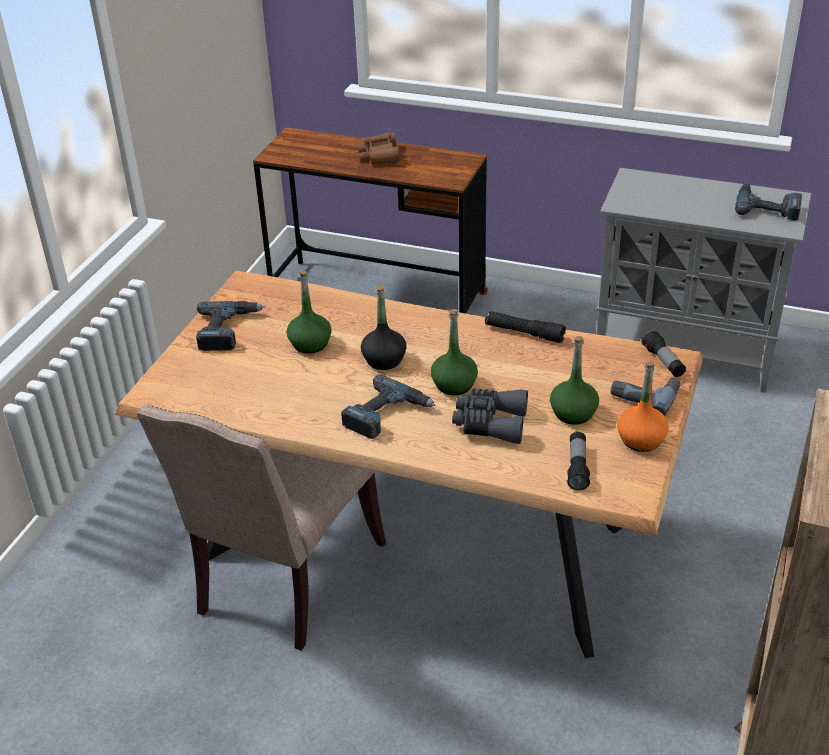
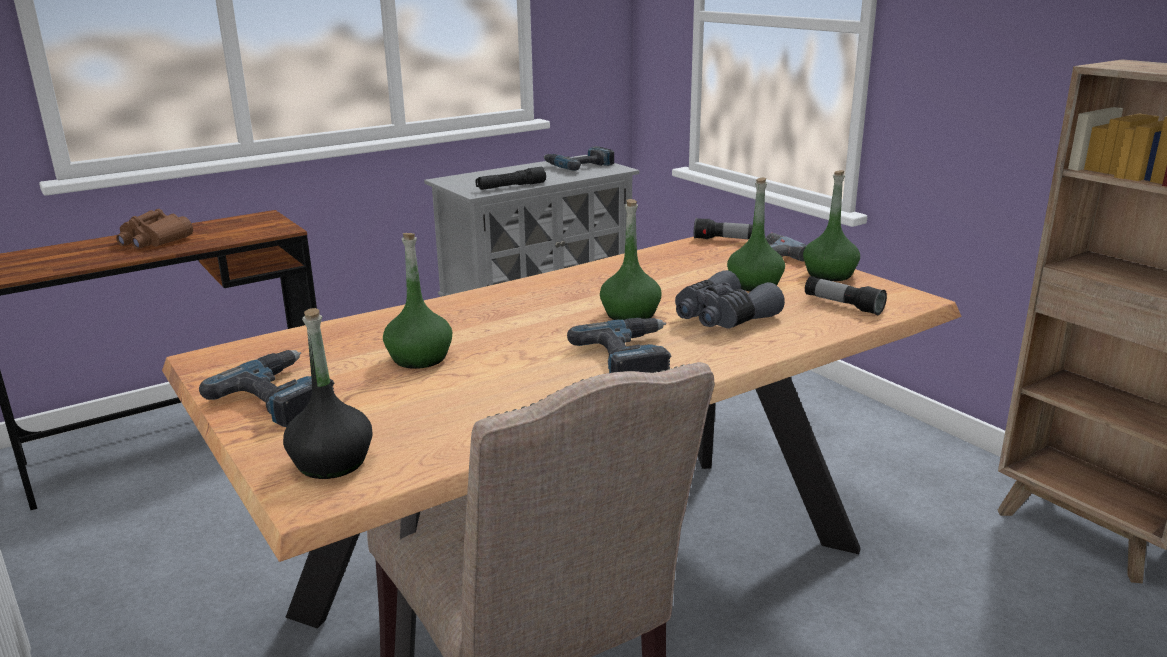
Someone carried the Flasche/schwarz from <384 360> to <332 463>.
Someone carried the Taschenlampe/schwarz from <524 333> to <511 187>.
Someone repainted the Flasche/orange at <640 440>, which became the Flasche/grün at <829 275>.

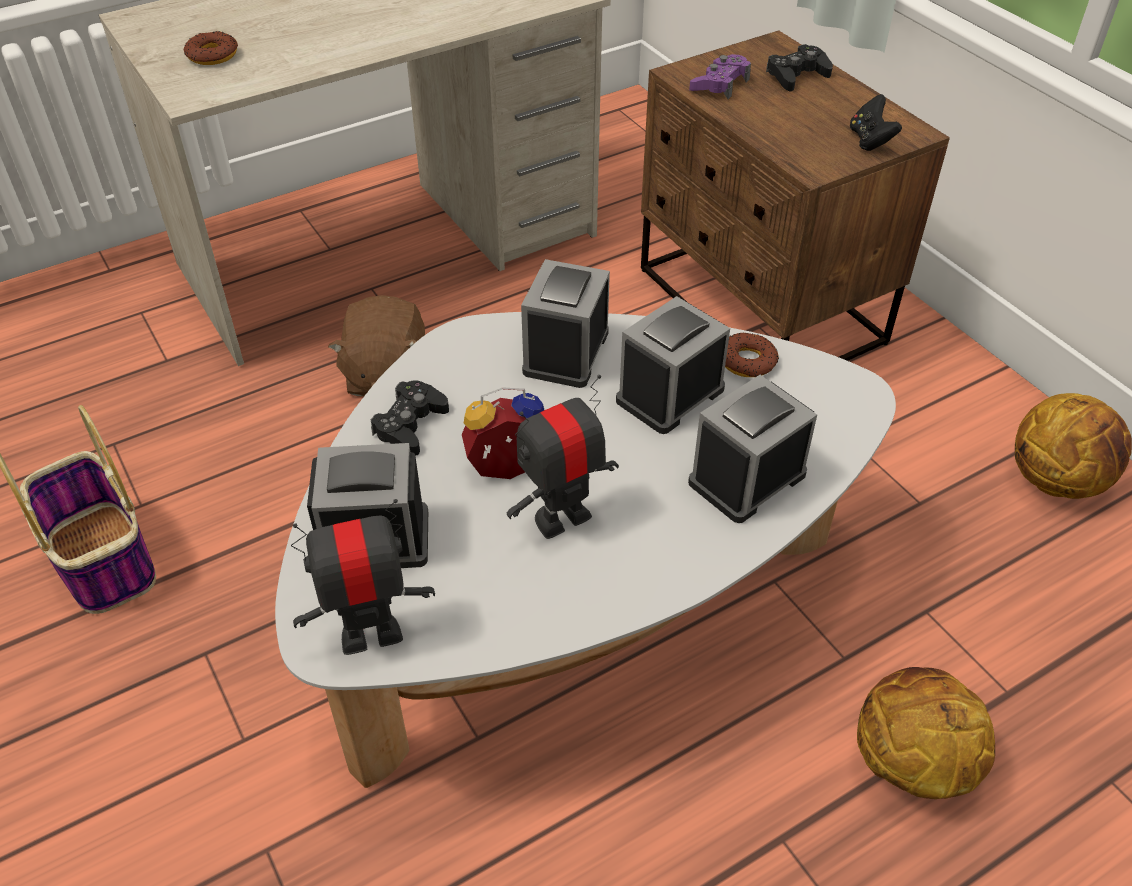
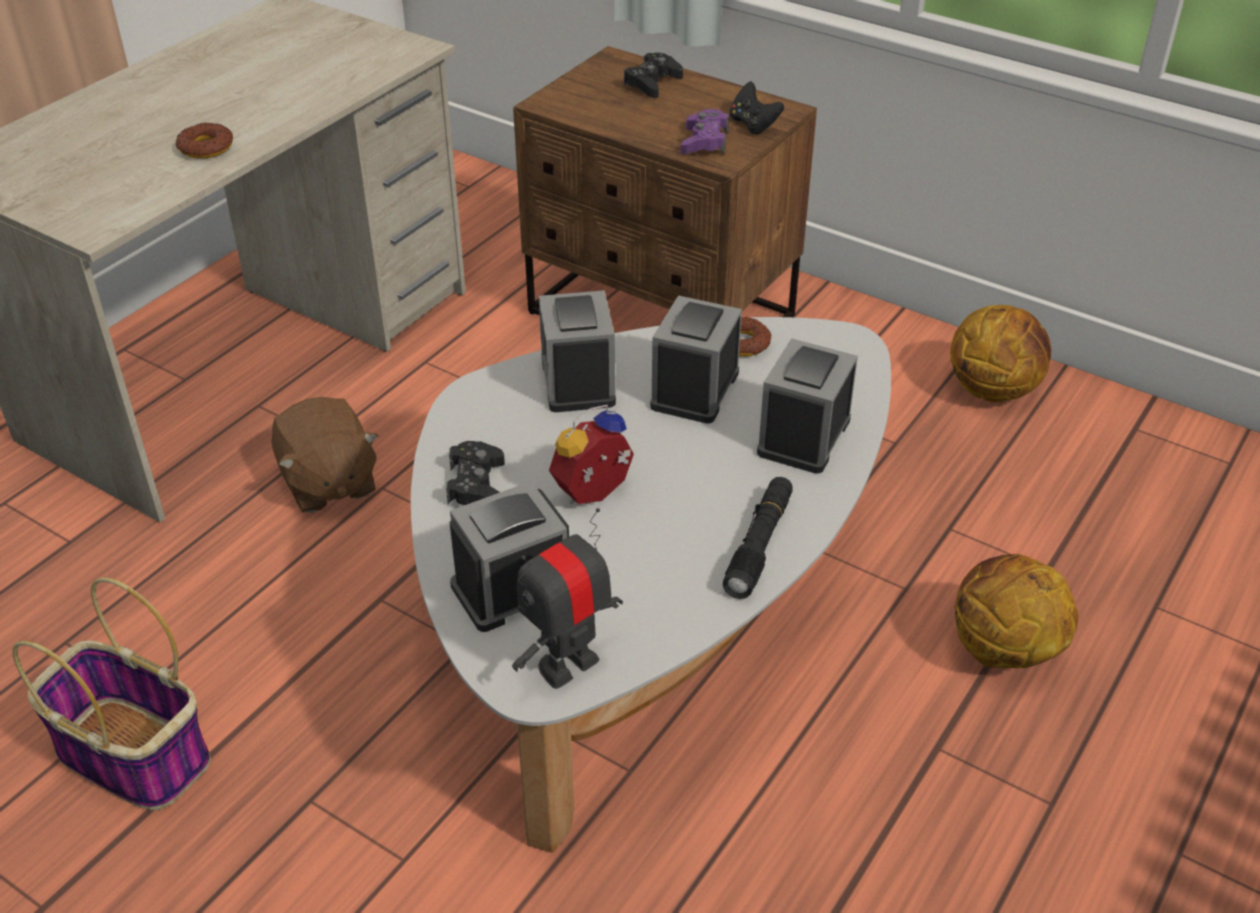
Someone took away the Spielzeugroboter at <562 518>.
Someone put down the Taschenlampe/schwarz at <759 545>.
Someone carried the Donut from <212 55> to <206 148>.
Someone carried the Gamepad/lila from <720 84> to <704 141>.

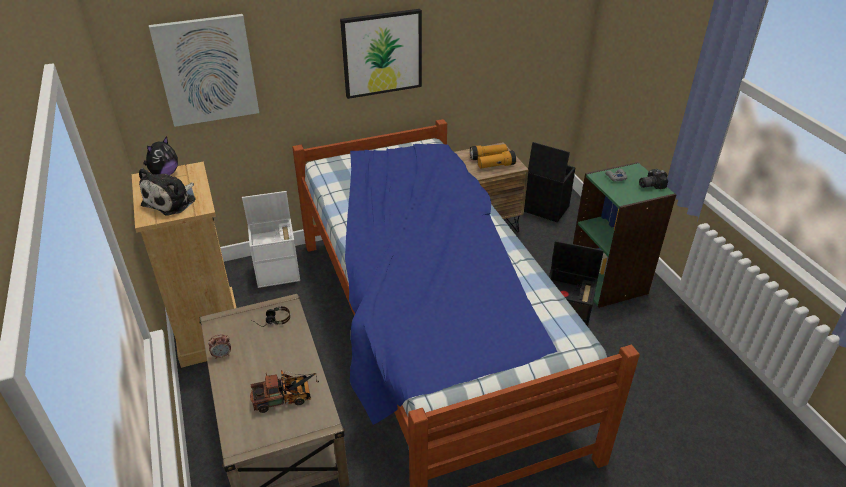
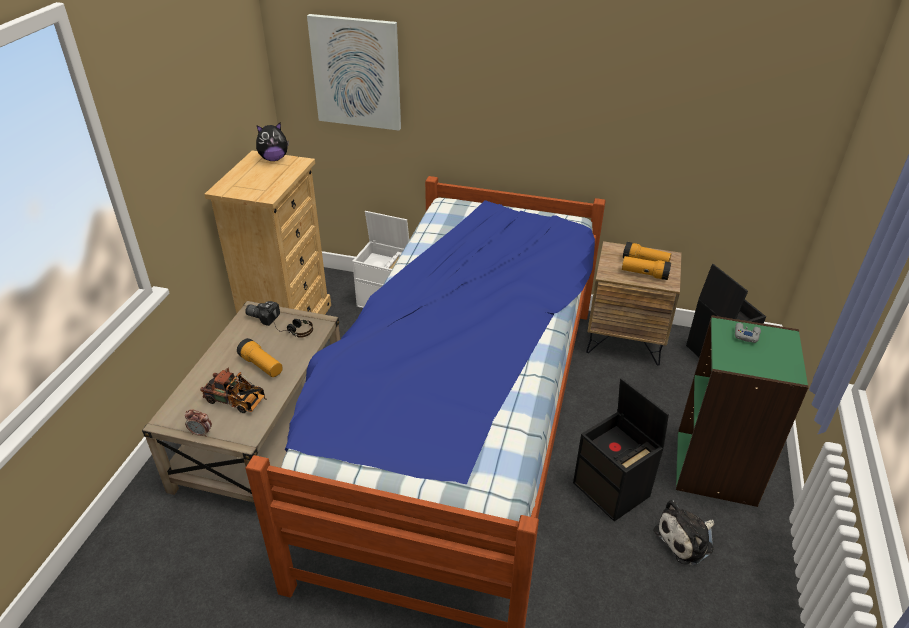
Someone took away the Bild at <382 53>.
Someone put down the Taschenlampe at <261 365>.
Someone carried the Plüschtier from <172 201> to <686 539>.
Someone carried the Wecker from <222 355> to <201 433>.
Someone carried the Kamera from <650 184> to <263 316>.

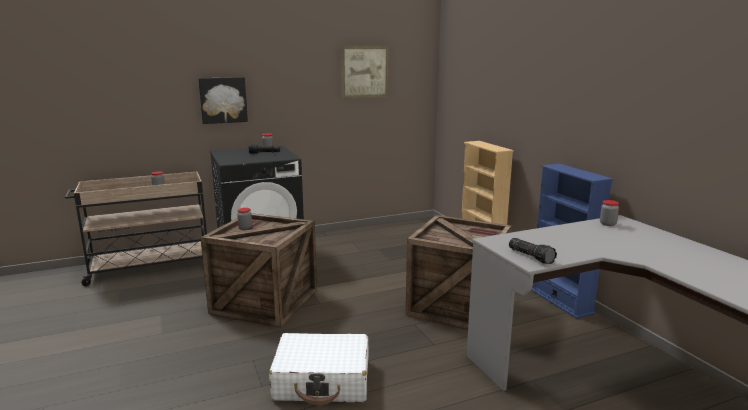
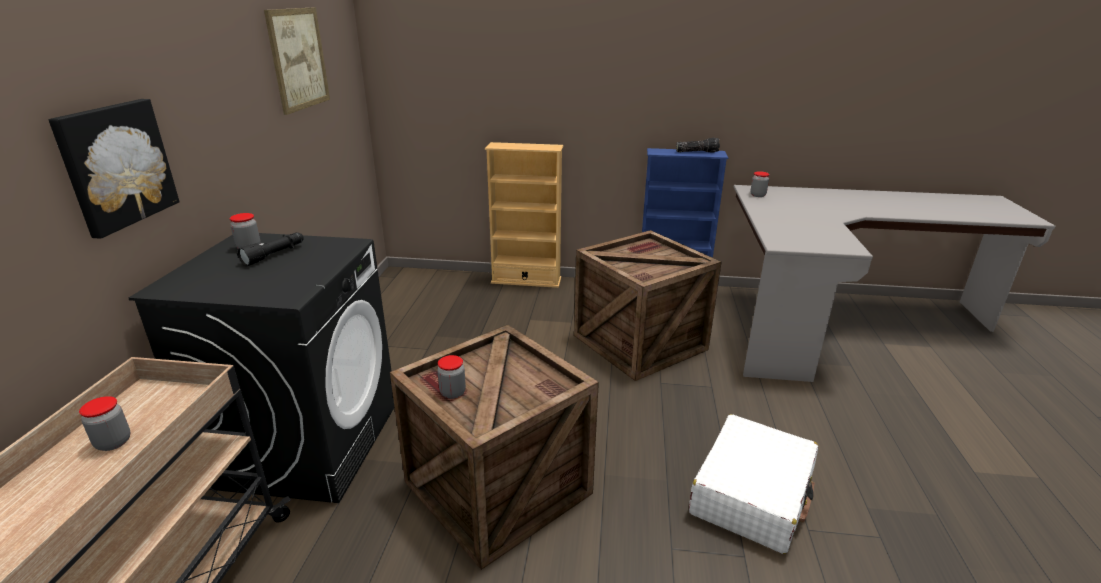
Someone carried the Taschenlampe from <531 256> to <697 152>.

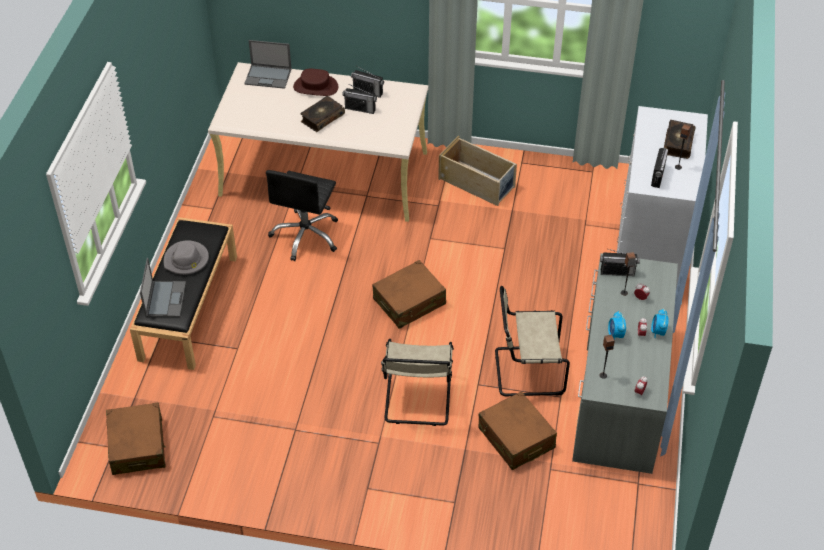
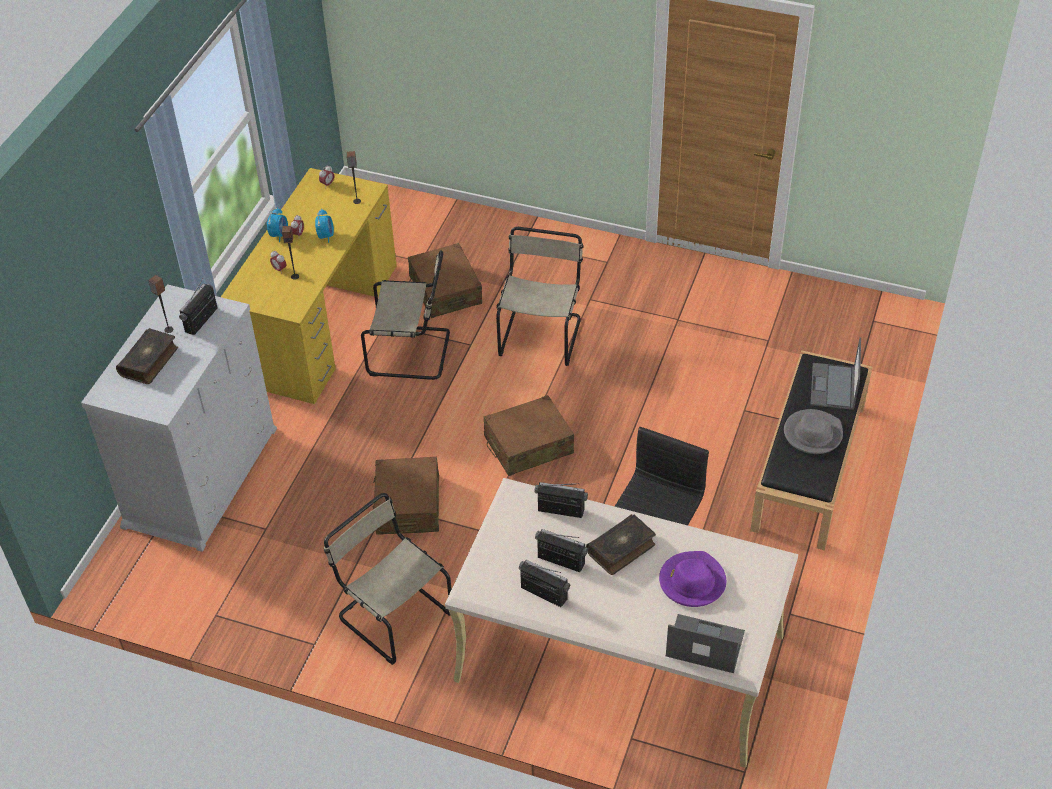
Someone took away the Hut/braun at <315 87>.
Someone put down the Hut/lila at <692 581>.
Someone carried the Koffer/braun from <137 446> to <408 506>.
Someone carried the Radio from <617 272> to <560 510>.
Someone swapped the Aufbewahrungsbox/beige at <477 183> for the Stuhl/beige at <392 614>.
Someone repainted the Schreibtisch/grau at <619 392>, which became the Schreibtisch/gelb at <319 322>.

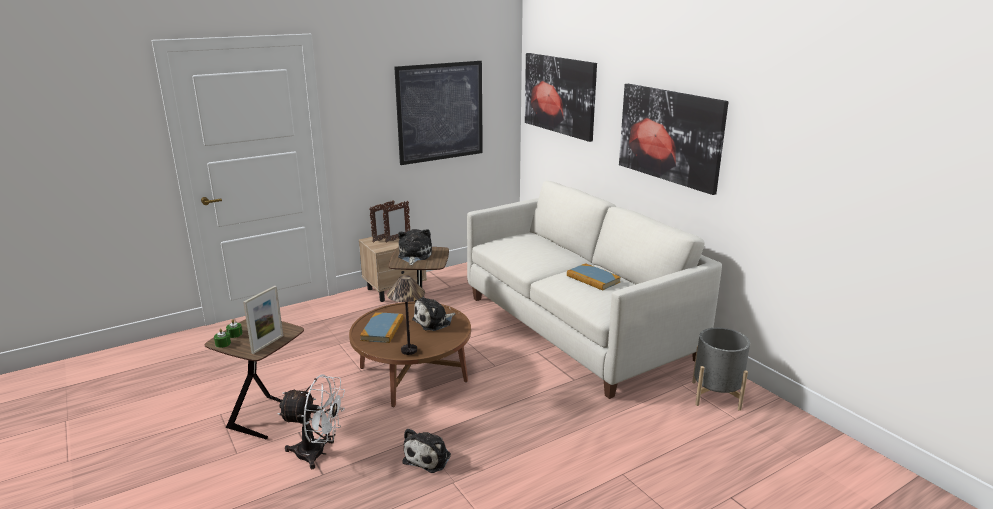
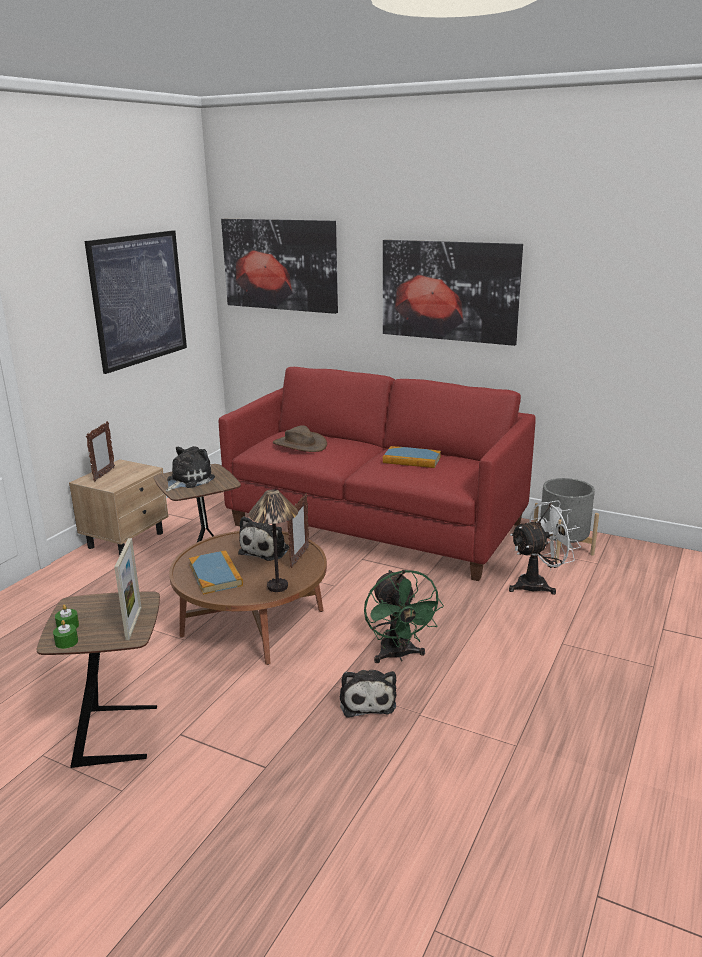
Someone put down the Hut/braun at <299 445>.
Someone put down the Ventilator/grün at <398 655>.
Someone carried the Ventilator/weiß from <318 453> to <538 584>.
Someone carried the Bilderrahmen from <397 239> to <299 557>.
Someone repainted the Sofa/weiß at <577 327>, which became the Sofa/rot at <376 524>.
Someone rotated the Plüschtier at <414 255> by 60 degrees clockwise.

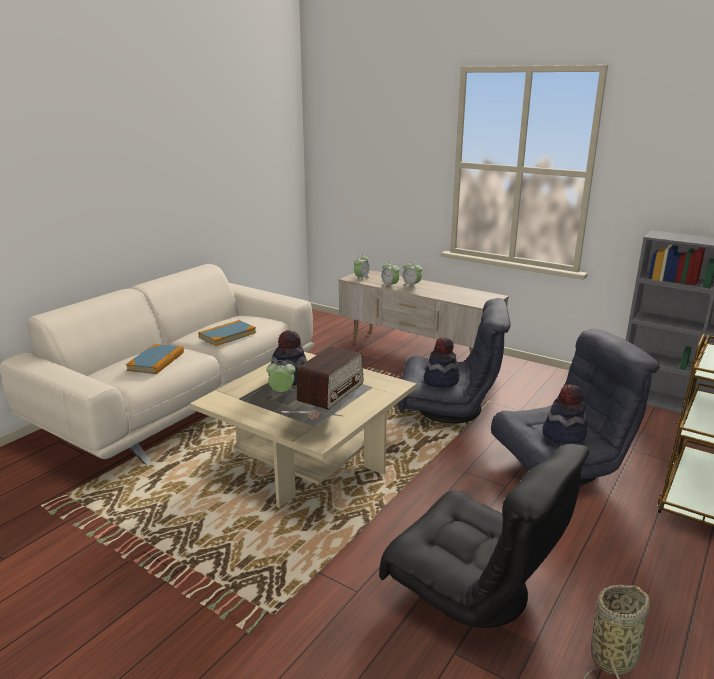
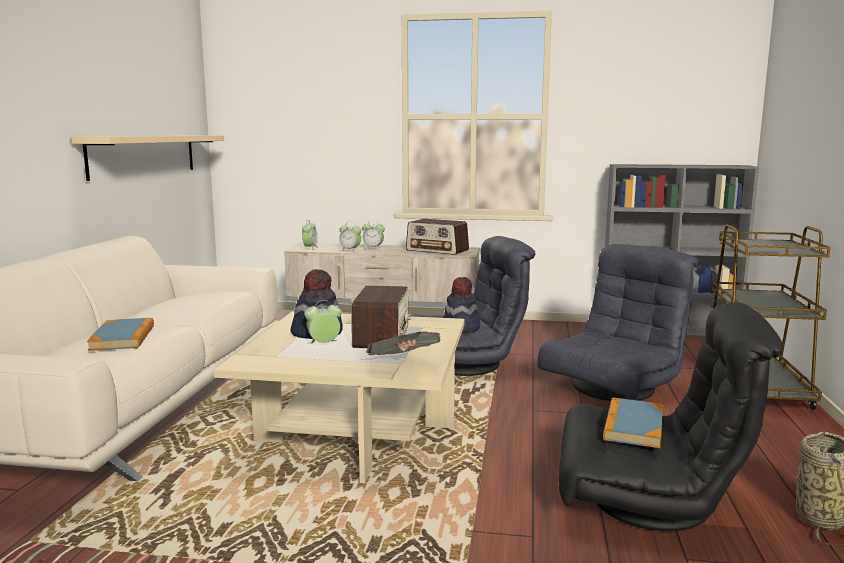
Someone took away the Hut at <563 434>.
Someone put up the Wandregal/beige at <144 155>.
Someone put down the Radio at <437 250>.
Someone carried the Buch from <227 335> to <633 426>.

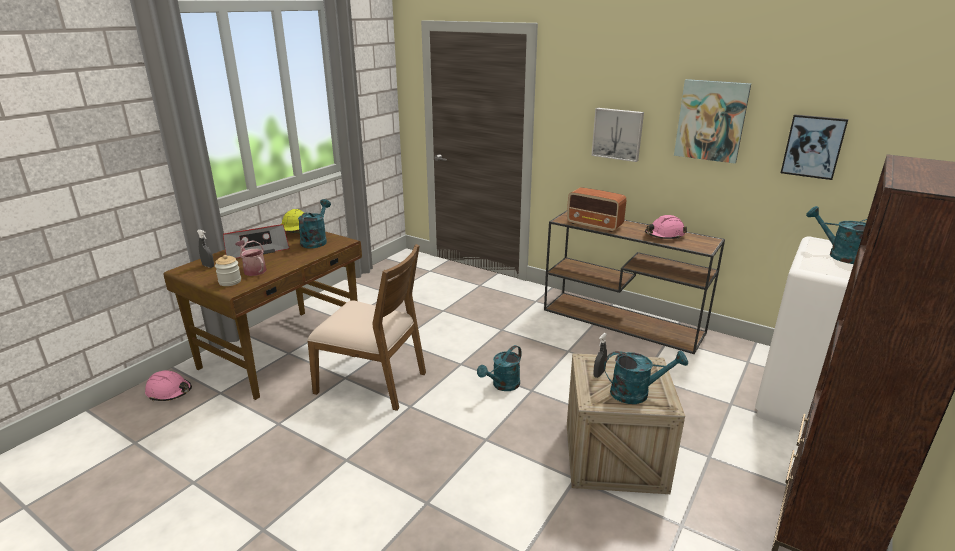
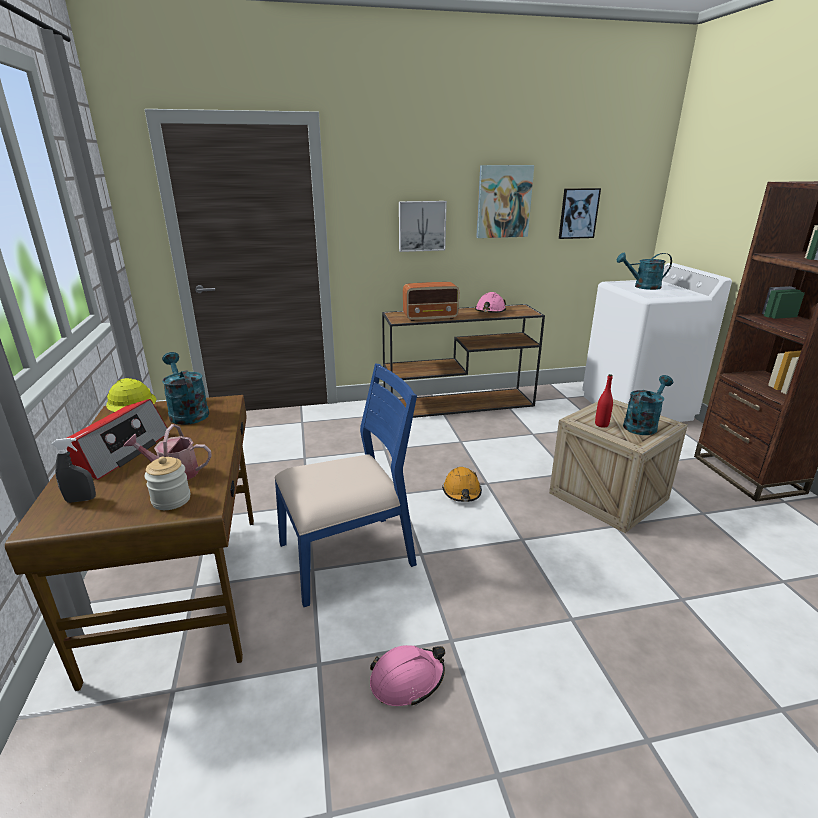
Someone carried the Schutzhelm/rosa from <169 392> to <407 680>.
Someone swapped the Gießkanne/türkis at <502 386> for the Schutzhelm/orange at <462 492>.
Someone swapped the Sprühflasche/grau at <599 374> for the Flasche/rot at <601 424>.
Someone repainted the Stuhl/braun at <372 382>, which became the Stuhl/blau at <348 555>.

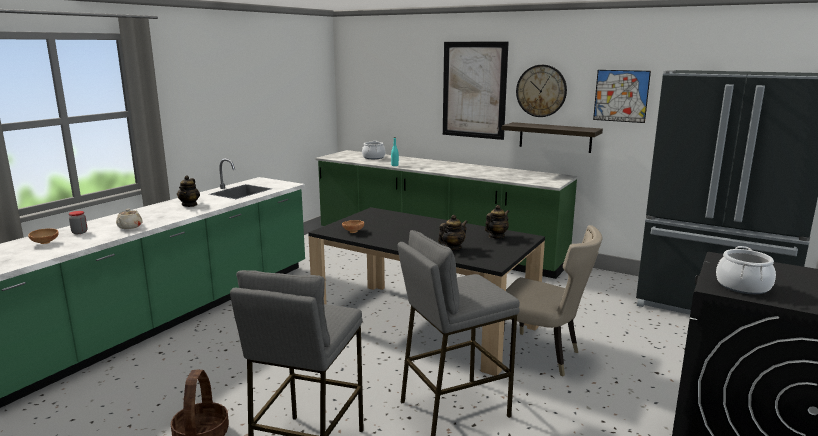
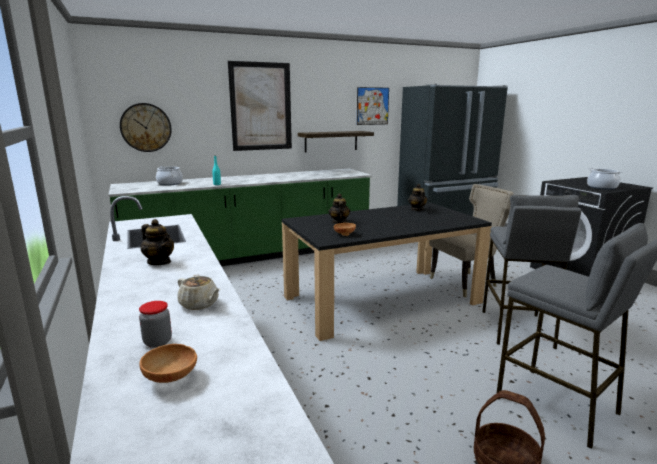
Someone carried the Teekanne from <452 248> to <339 222>.
Someone carried the Wanduhr from <541 91> to <146 127>.

